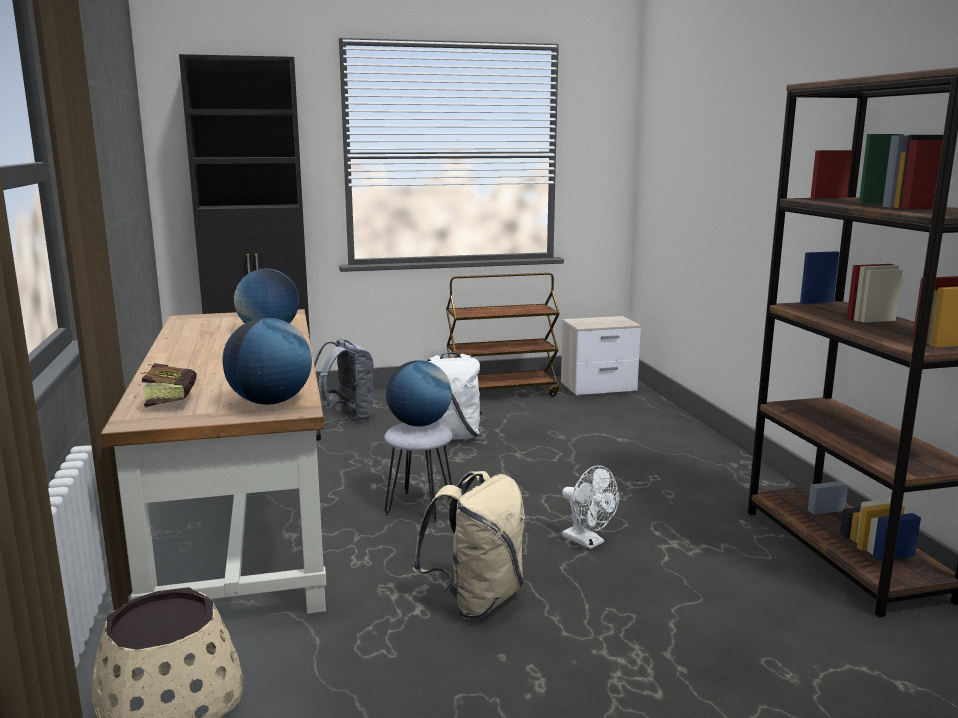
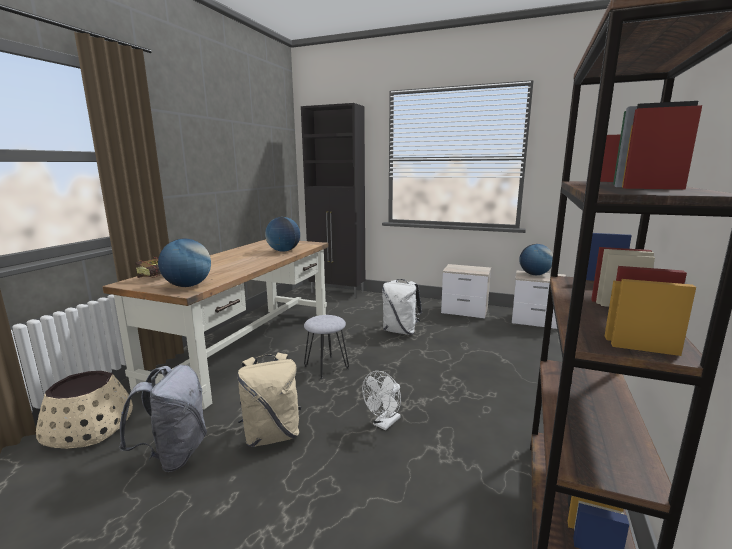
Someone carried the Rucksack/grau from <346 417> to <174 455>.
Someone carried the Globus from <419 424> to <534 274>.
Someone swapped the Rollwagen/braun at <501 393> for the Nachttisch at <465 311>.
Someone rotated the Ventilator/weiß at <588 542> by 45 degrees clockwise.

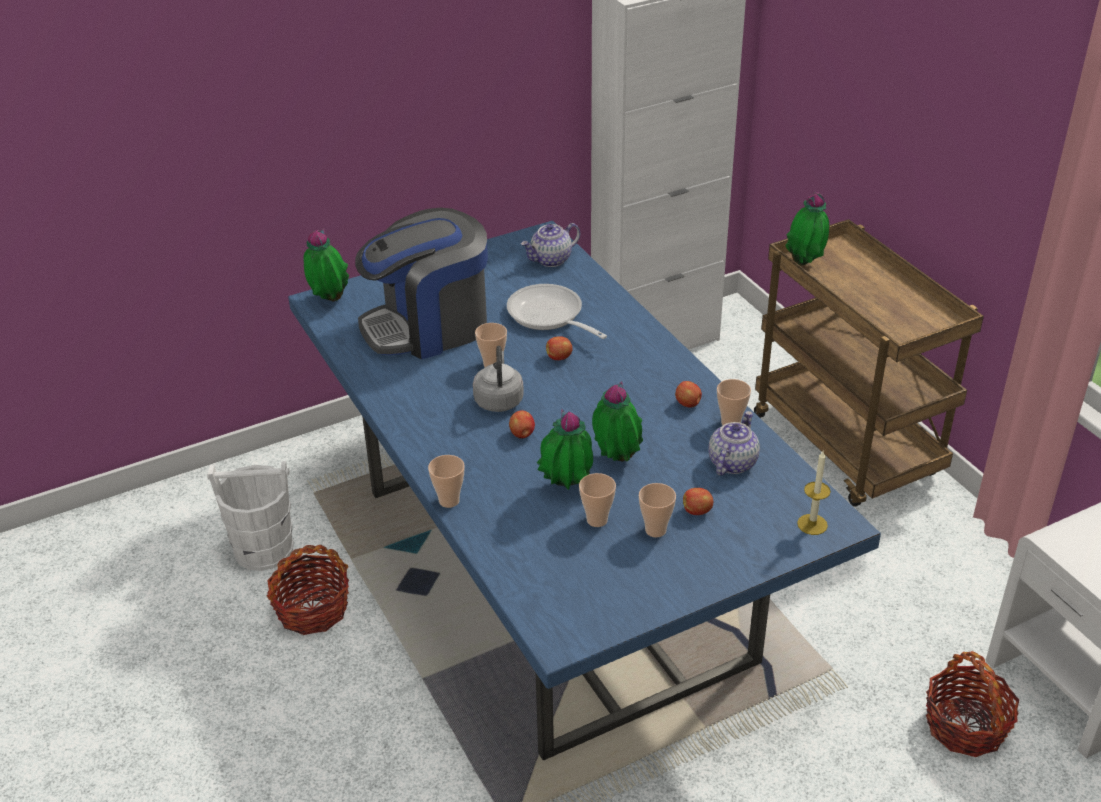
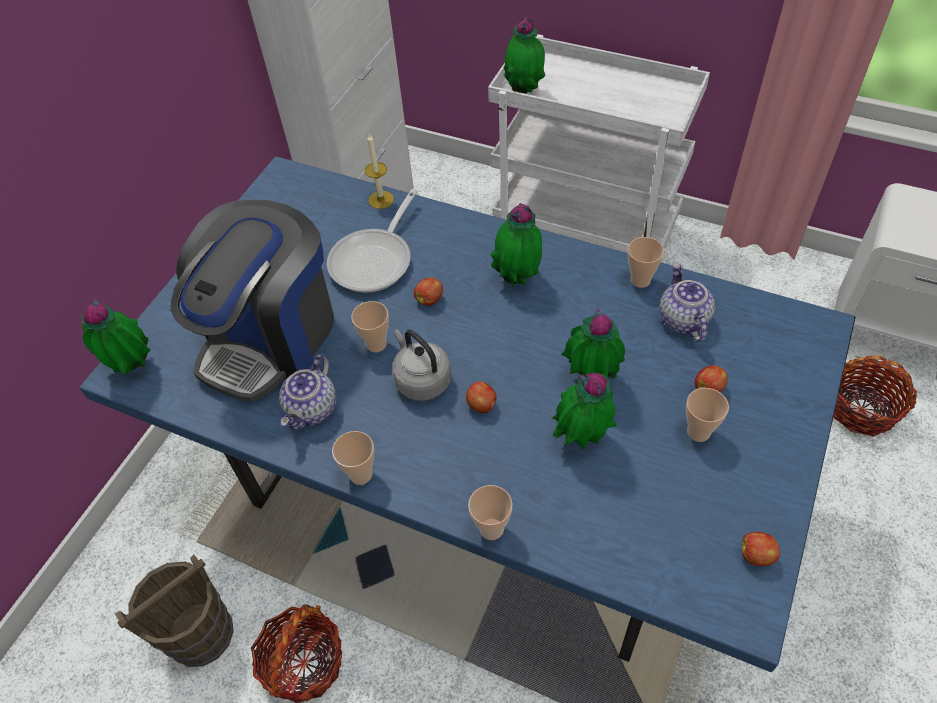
Someone put down the Topfpflanze at <518 280>.
Someone carried the Teekanne from <551 260> to <312 409>.
Someone carried the Tasse from <597 520> to <361 474>.
Someone carried the Apfel from <688 404> to <757 555>.
Someone carried the Kerze from <812 524> to <381 200>.
Someone repainted the Eimer/weiß at <264 549>, which became the Eimer/braun at <201 633>.
Someone repainted the Rollwagen/braun at <848 447>, which became the Rollwagen/weiß at <587 229>.
Someone rotated the Pfanne at <549 316> by 75 degrees counterclockwise.

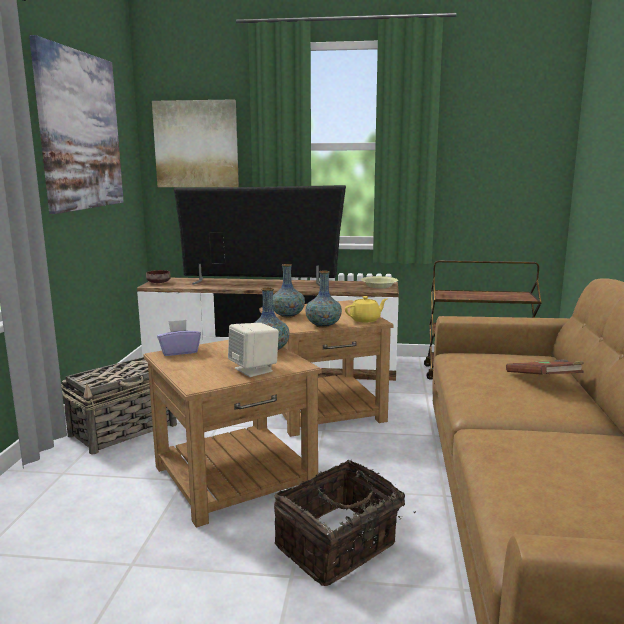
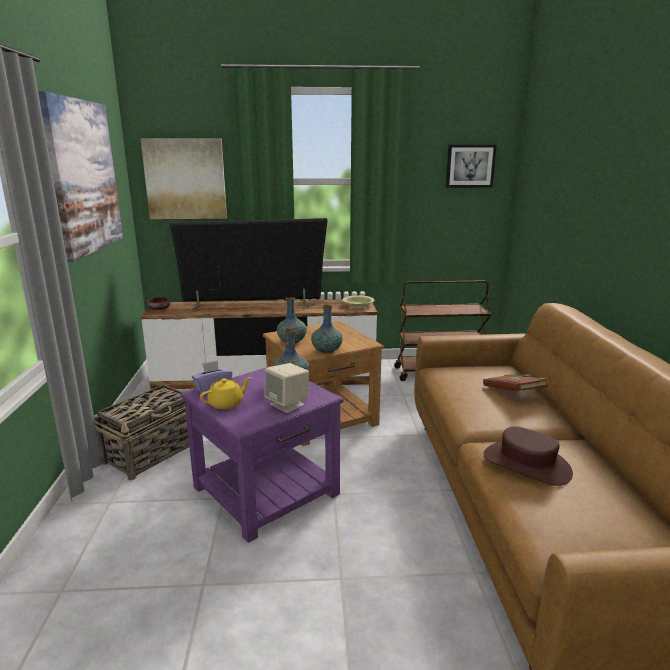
Someone took away the Korb at <338 547>.
Someone put up the Bild at <470 166>.
Someone put down the Hut/braun at <526 464>.
Someone carried the Teekanne/gelb from <365 320> to <226 404>.
Someone repainted the Beistelltisch/braun at <234 477>, which became the Beistelltisch/lila at <266 491>.

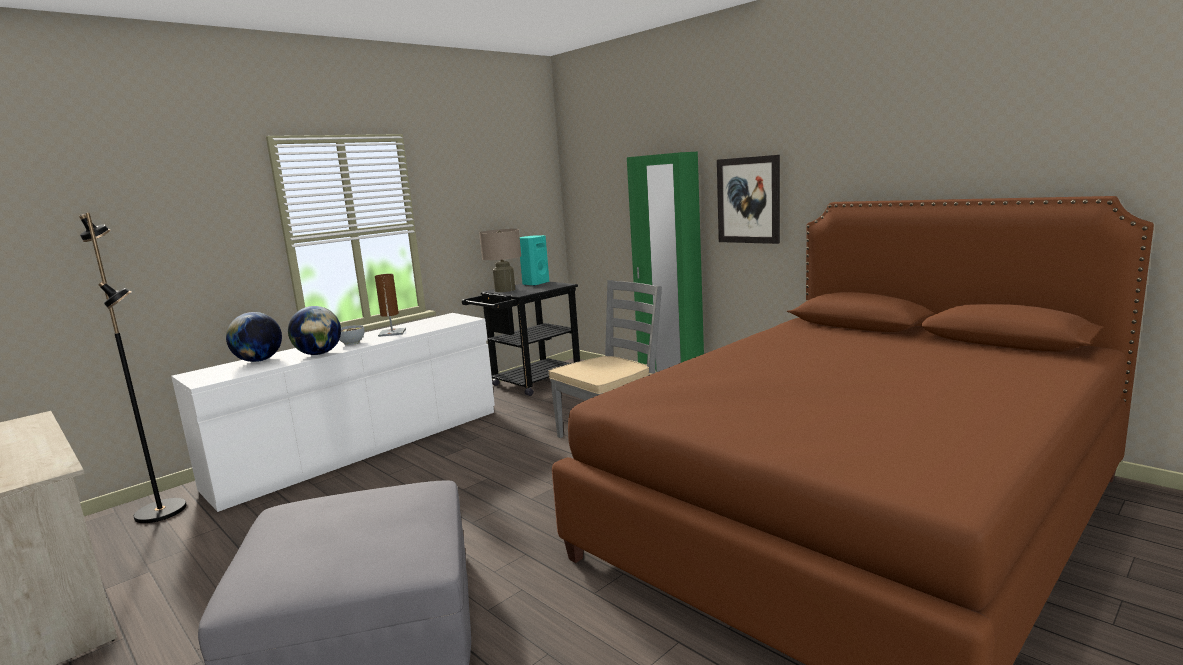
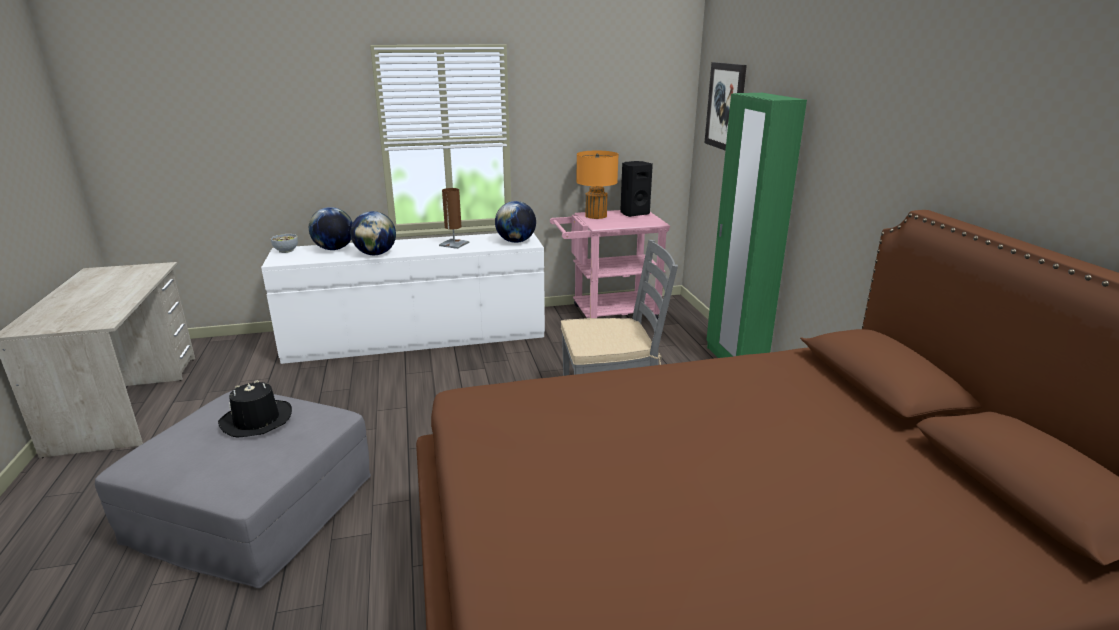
Someone took away the Stehlampe/schwarz at <162 511>.
Someone put down the Hut/schwarz at <256 420>.
Someone put down the Globus at <516 241>.
Someone carried the Schüssel from <352 343> to <286 250>.
Someone carried the Bild from <748 200> to <725 106>.
Someone repainted the Rollwagen/schwarz at <530 384>, which became the Rollwagen/rosa at <607 314>.
Someone repainted the Tischlampe/beige at <505 290>, which became the Tischlampe/orange at <596 216>.
Someone repainted the Lautsprecher/türkis at <535 284>, which became the Lautsprecher/schwarz at <634 213>.

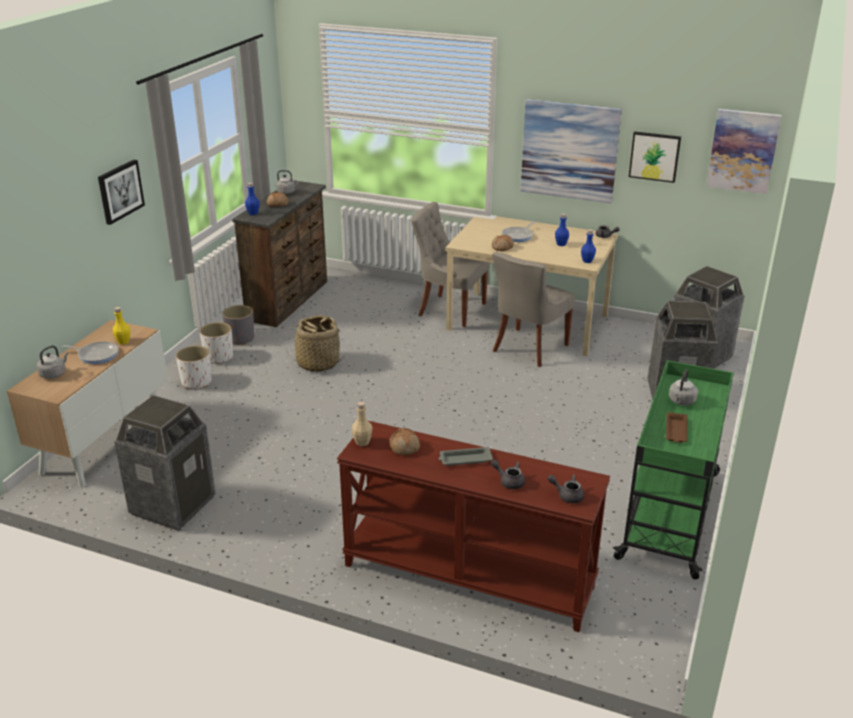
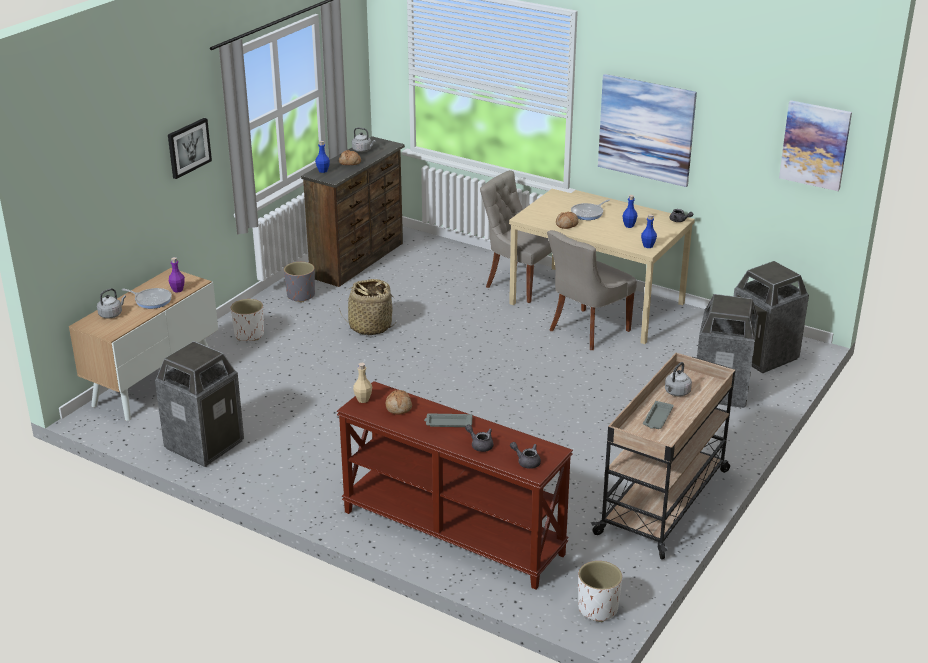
Someone took away the Bild at <654 156>.
Someone carried the Pflanzkübel/weiß from <219 357> to <597 608>.
Someone repainted the Flasche/gelb at <123 341>, which became the Flasche/lila at <177 290>.
Someone repainted the Rollwagen/grün at <670 513>, which became the Rollwagen/beige at <664 500>.
Someone repainted the Tablett/braun at <676 431>, which became the Tablett/grau at <657 418>.

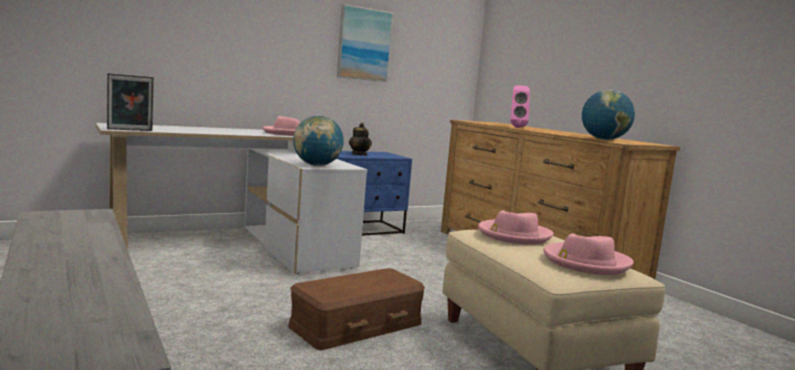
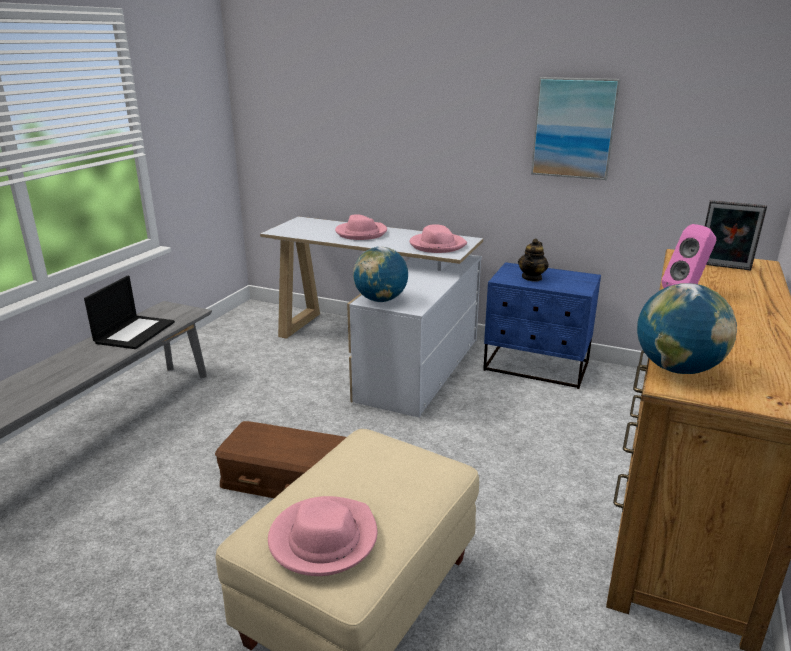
Someone put down the Laptop at <135 332>.
Someone carried the Bilderrahmen from <130 130> to <723 267>.
Someone carried the Hut/rosa from <513 235> to <361 233>.

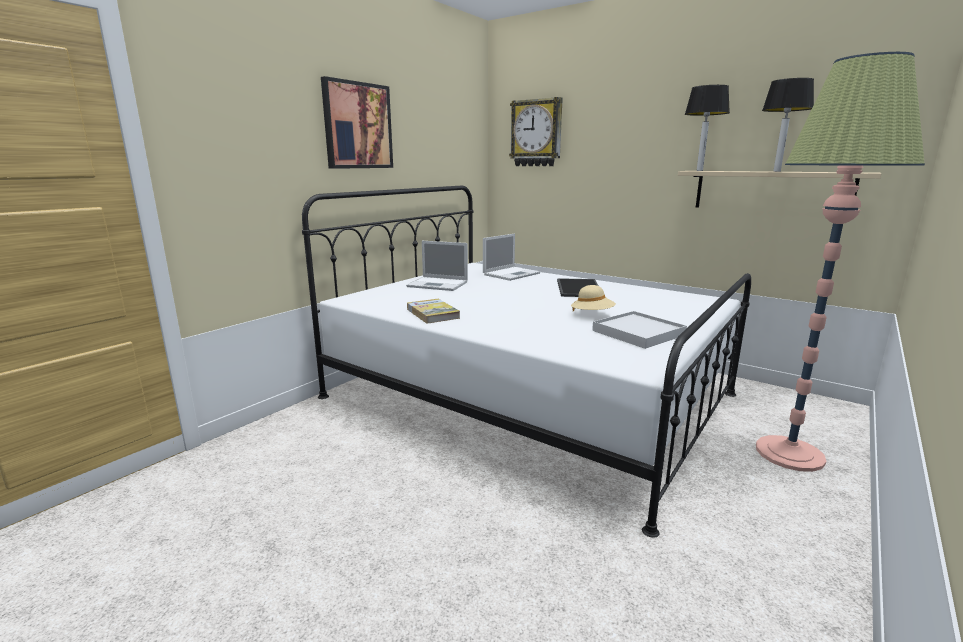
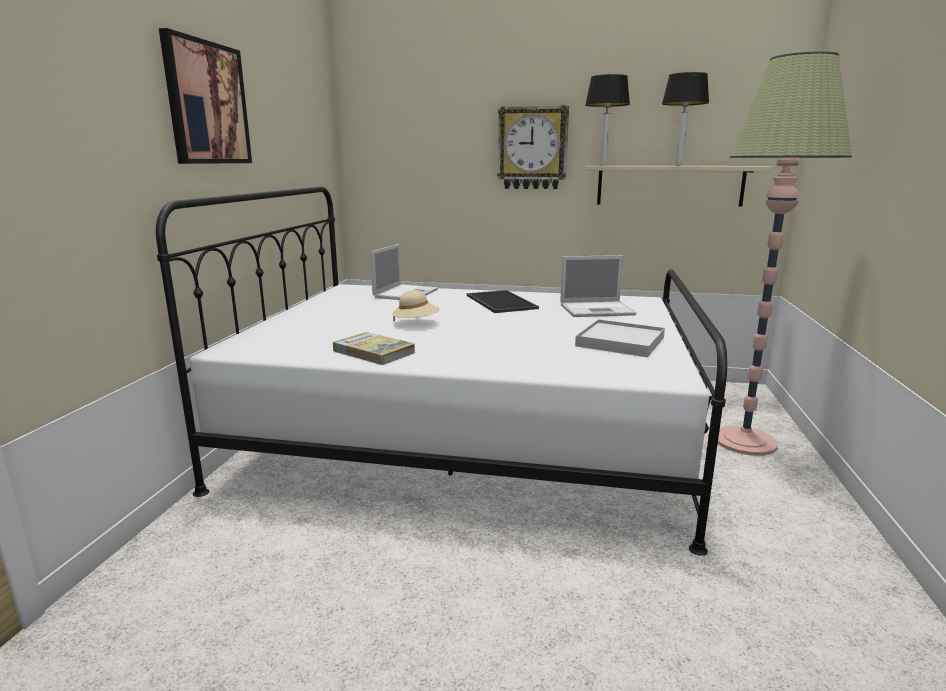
Someone carried the Laptop from <439 284> to <598 309>.
Someone carried the Wanduhr from <536 133> to <532 148>.
Someone carried the Hut/beige from <592 315> to <416 323>.

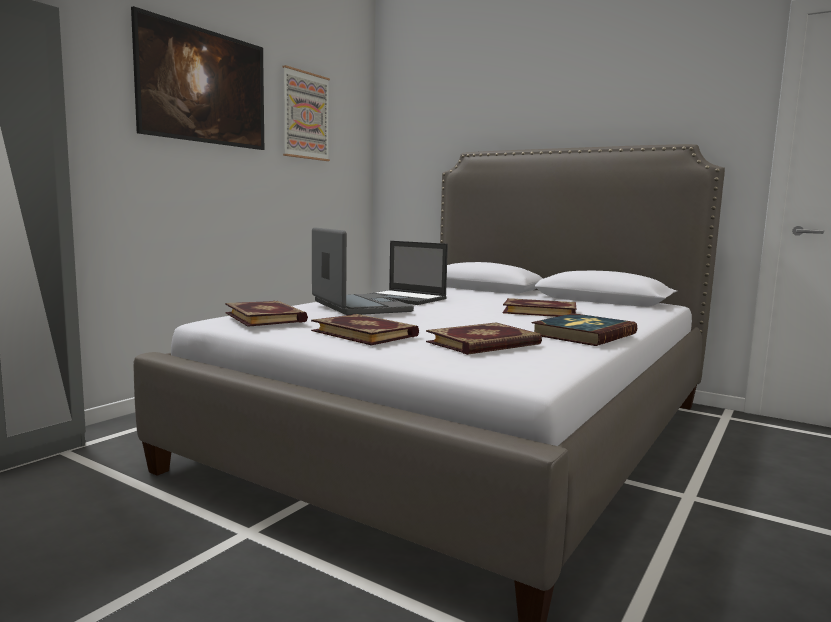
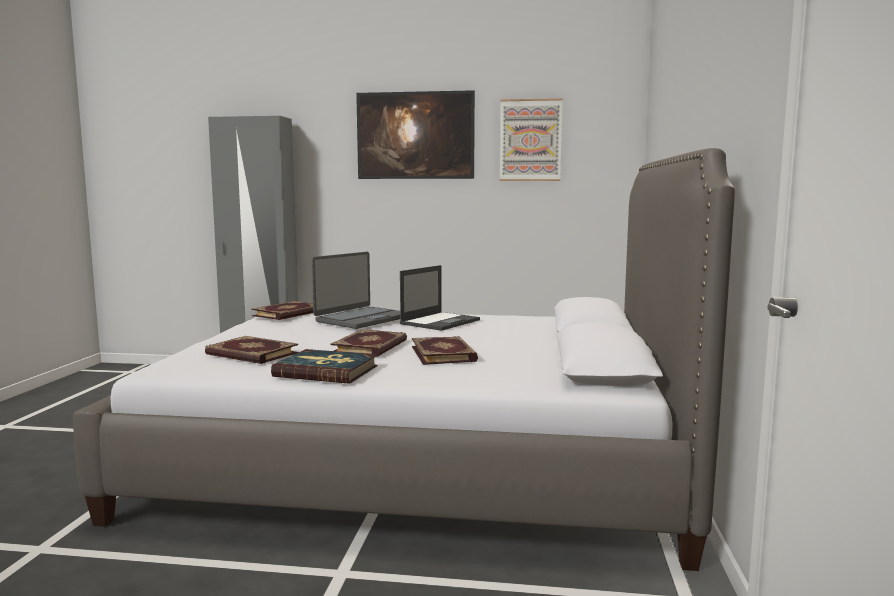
Someone carried the Buch from <365 333> to <371 346>.
Someone rotated the Laptop at <404 298> by 150 degrees counterclockwise.

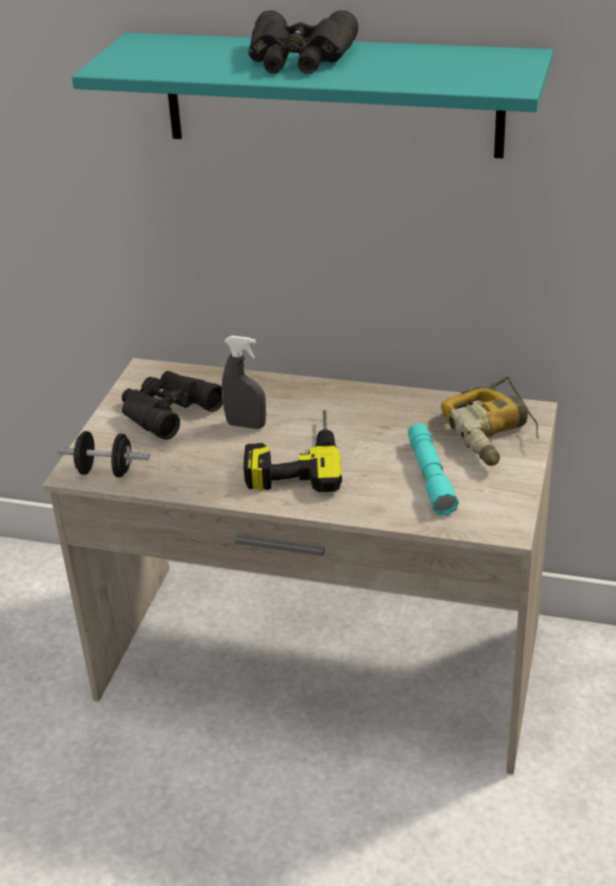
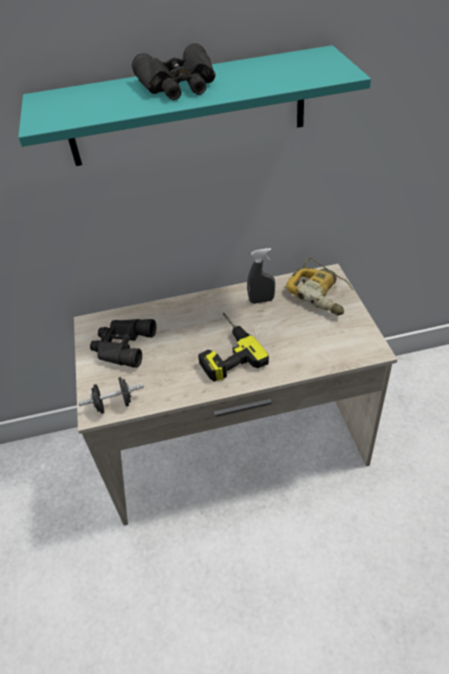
Someone took away the Taschenlampe/türkis at <430 476>.
Someone carried the Sprühflasche/grau from <246 425> to <261 300>.

